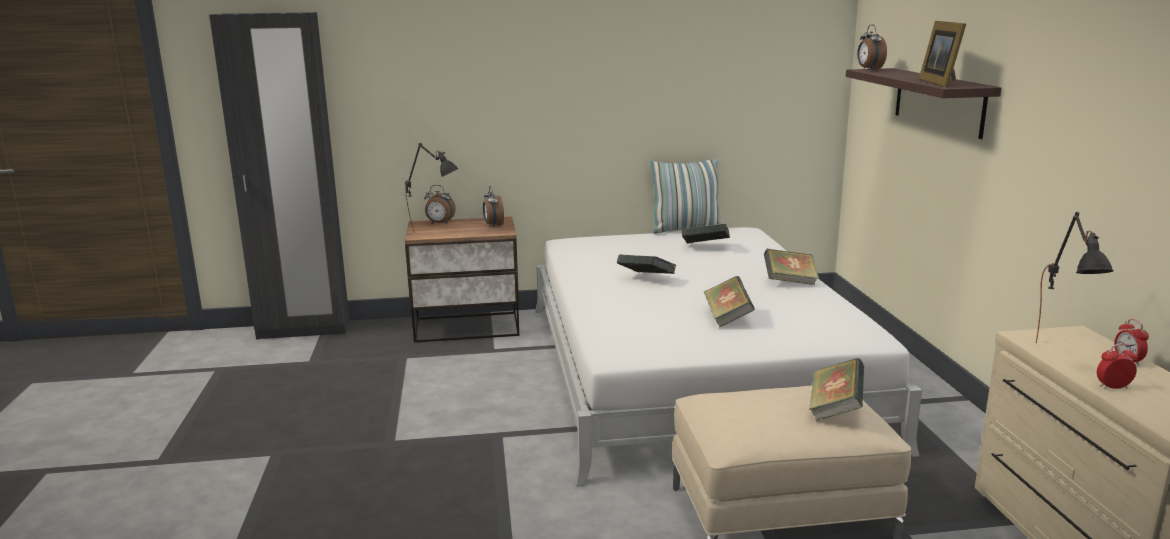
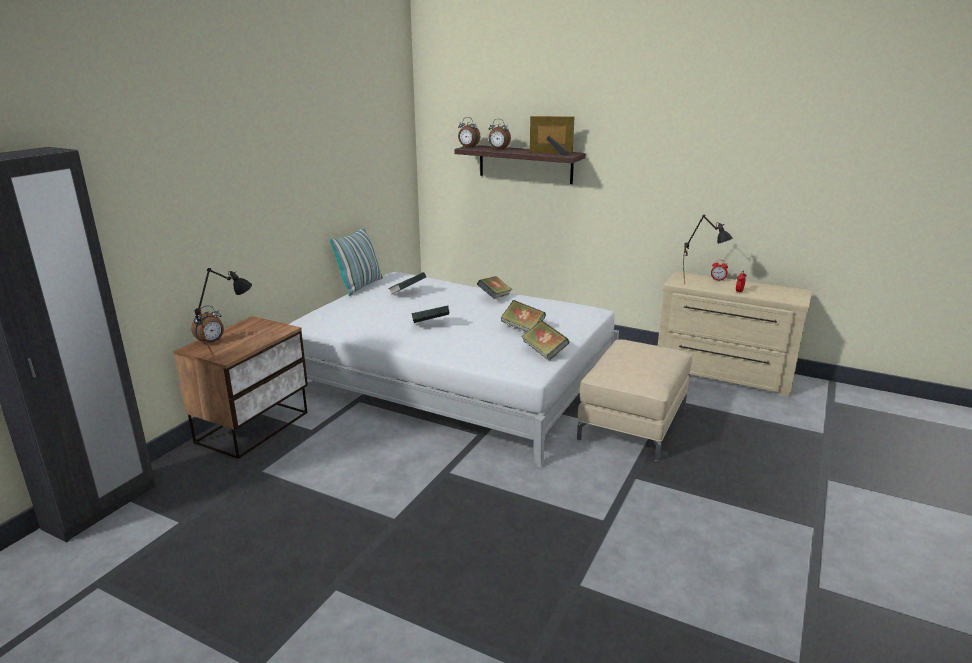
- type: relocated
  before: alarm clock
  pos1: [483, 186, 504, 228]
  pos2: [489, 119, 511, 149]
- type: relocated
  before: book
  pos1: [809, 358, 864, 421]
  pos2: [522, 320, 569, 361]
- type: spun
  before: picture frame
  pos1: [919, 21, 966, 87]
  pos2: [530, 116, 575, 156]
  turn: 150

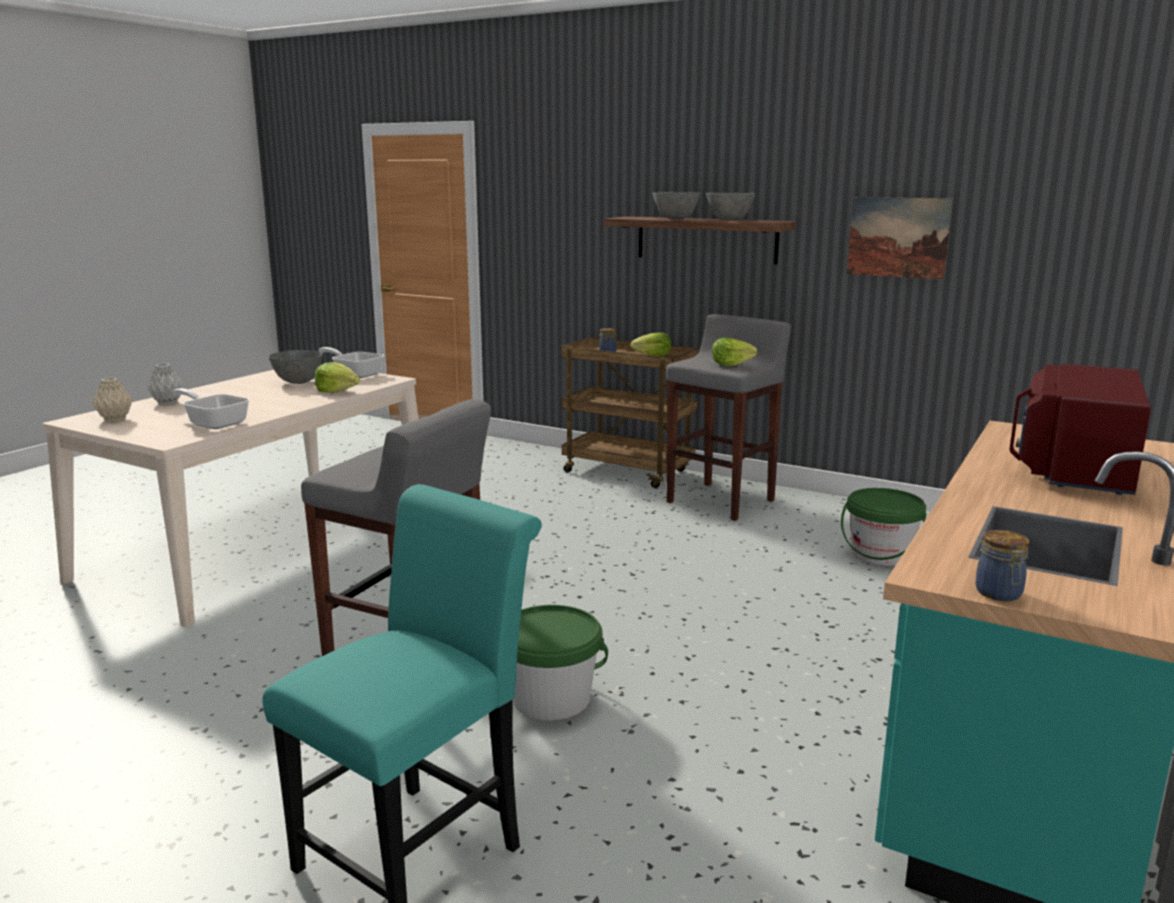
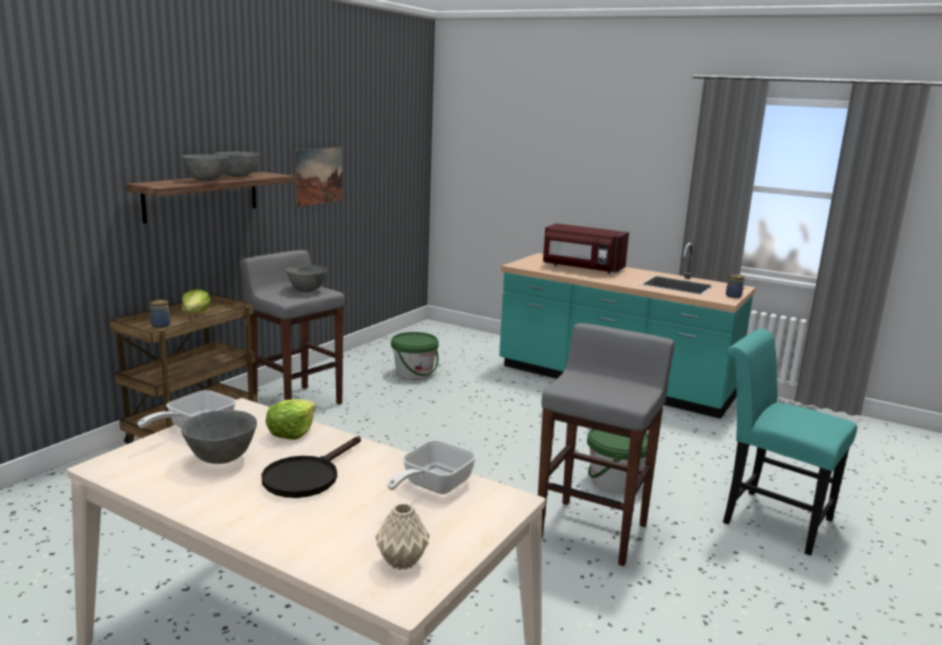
- type: appeared
  after: black frying pan
  pos2: [262, 436, 361, 498]
- type: exchanged
  before: lettuce
  after: grey bowl
  pos1: [712, 338, 758, 366]
  pos2: [286, 265, 328, 292]
- type: missing
  before: grey vase
  pos1: [147, 364, 184, 405]

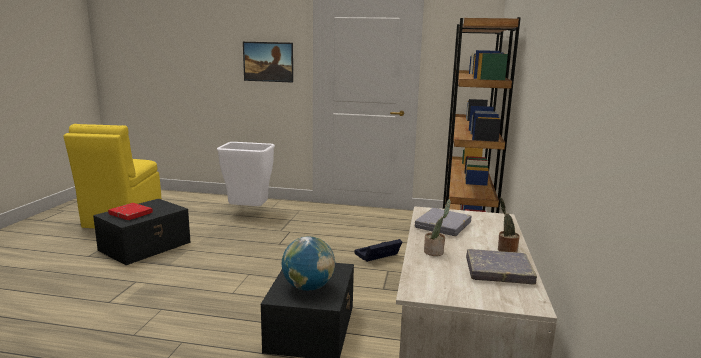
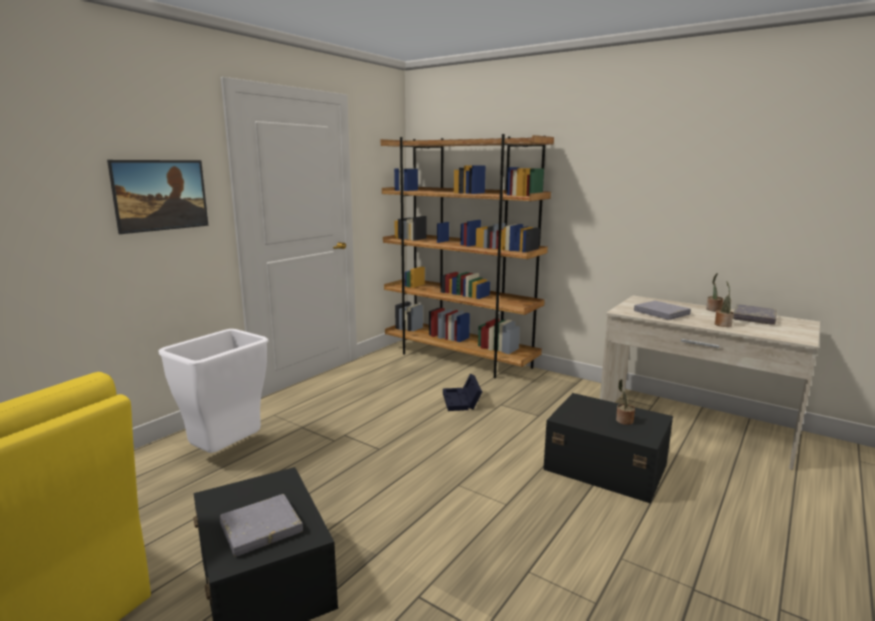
- type: colour
  before: red book
  after: grey book
  pos1: [108, 203, 153, 220]
  pos2: [220, 494, 303, 556]
- type: exchanged
  before: globe
  after: potted plant
  pos1: [281, 236, 335, 291]
  pos2: [616, 379, 635, 425]

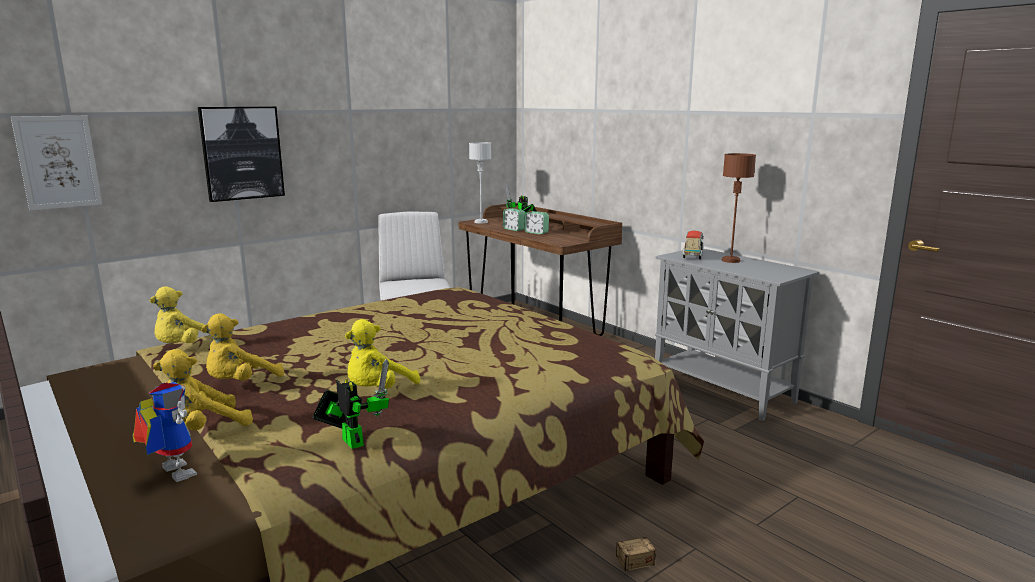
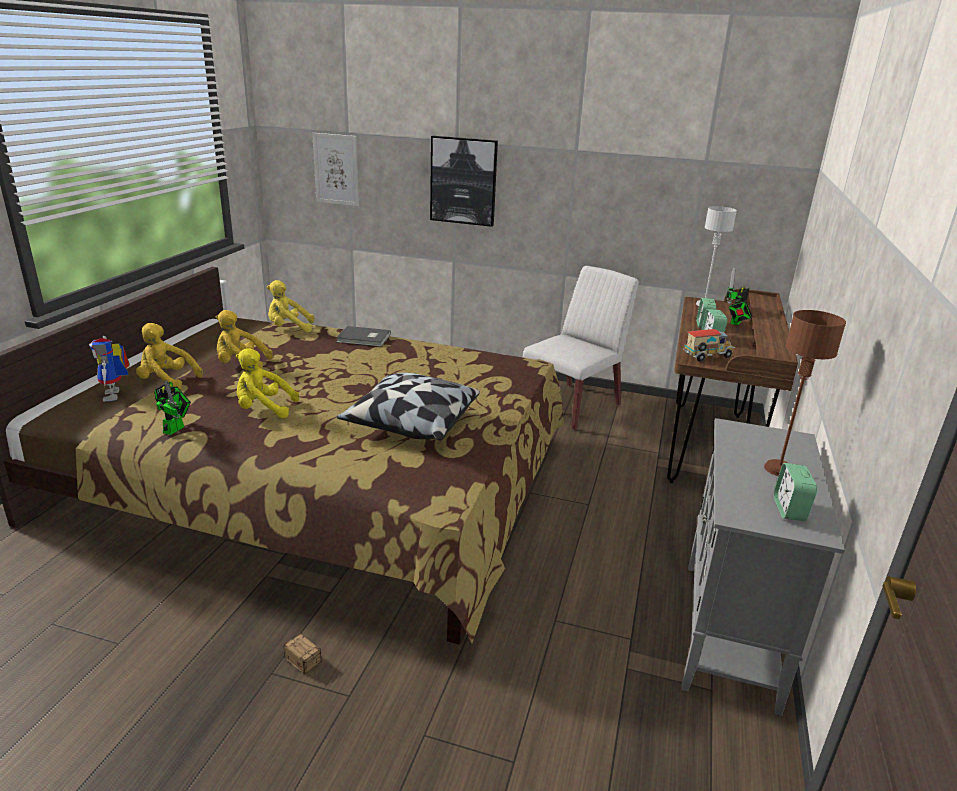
- type: spun
  before: toy robot
  pos1: [133, 382, 197, 482]
  pos2: [89, 336, 130, 402]
  turn: 150
- type: appeared
  after: grey book
  pos2: [336, 326, 391, 347]
- type: appeared
  after: pillow
  pos2: [337, 373, 480, 441]
- type: relocated
  before: toy truck
  pos1: [682, 230, 704, 259]
  pos2: [683, 329, 735, 362]
- type: appeared
  after: alarm clock
  pos2: [774, 463, 817, 521]

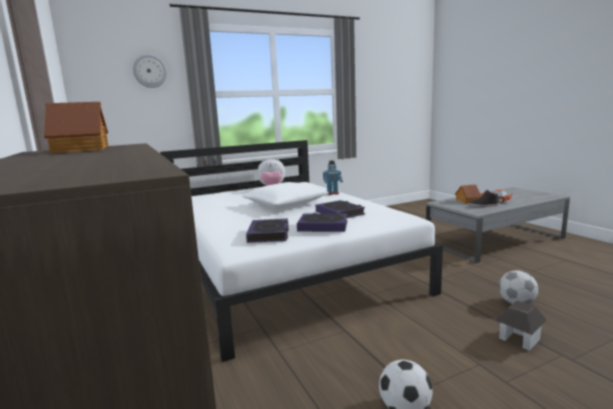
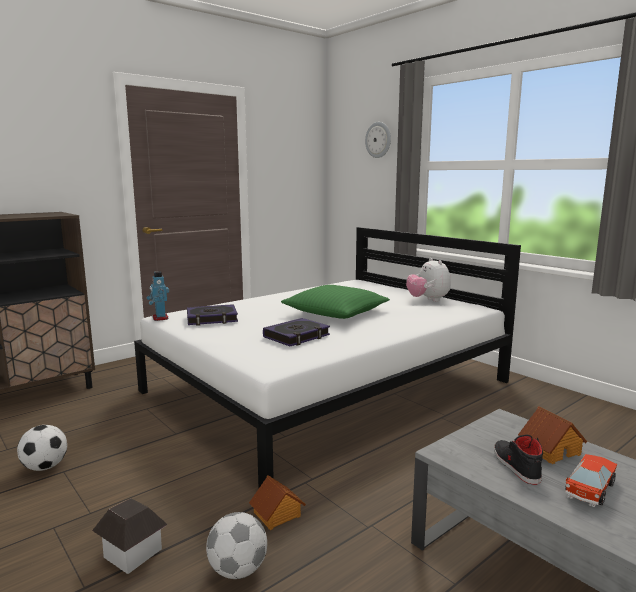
- type: relocated
  before: toy robot
  pos1: [323, 160, 343, 195]
  pos2: [146, 271, 169, 321]
- type: relocated
  before: toy house
  pos1: [44, 102, 109, 154]
  pos2: [249, 475, 306, 530]
- type: colour
  before: white pillow
  after: green pillow
  pos1: [242, 182, 329, 208]
  pos2: [281, 285, 390, 319]
- type: missing
  before: book
  pos1: [297, 213, 347, 232]

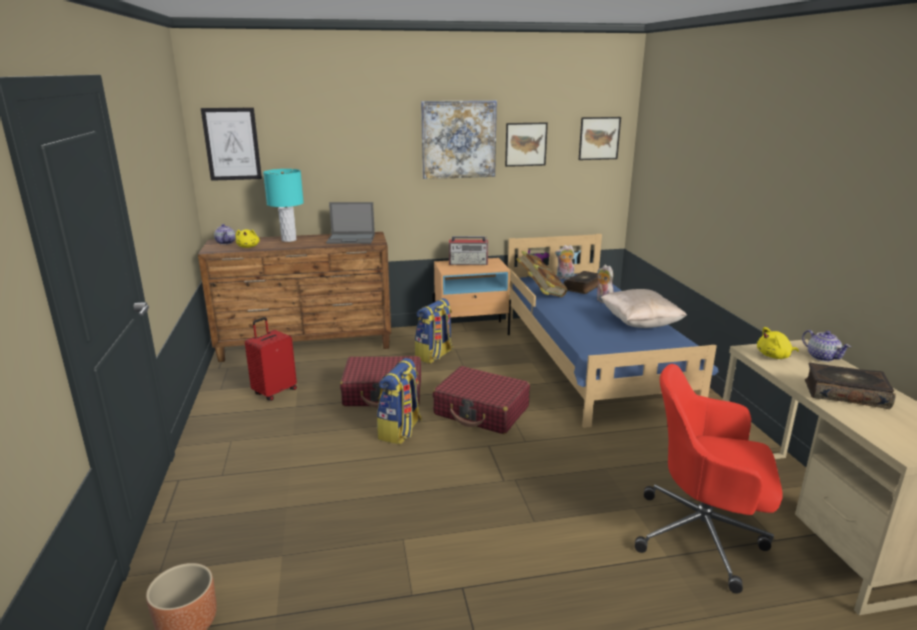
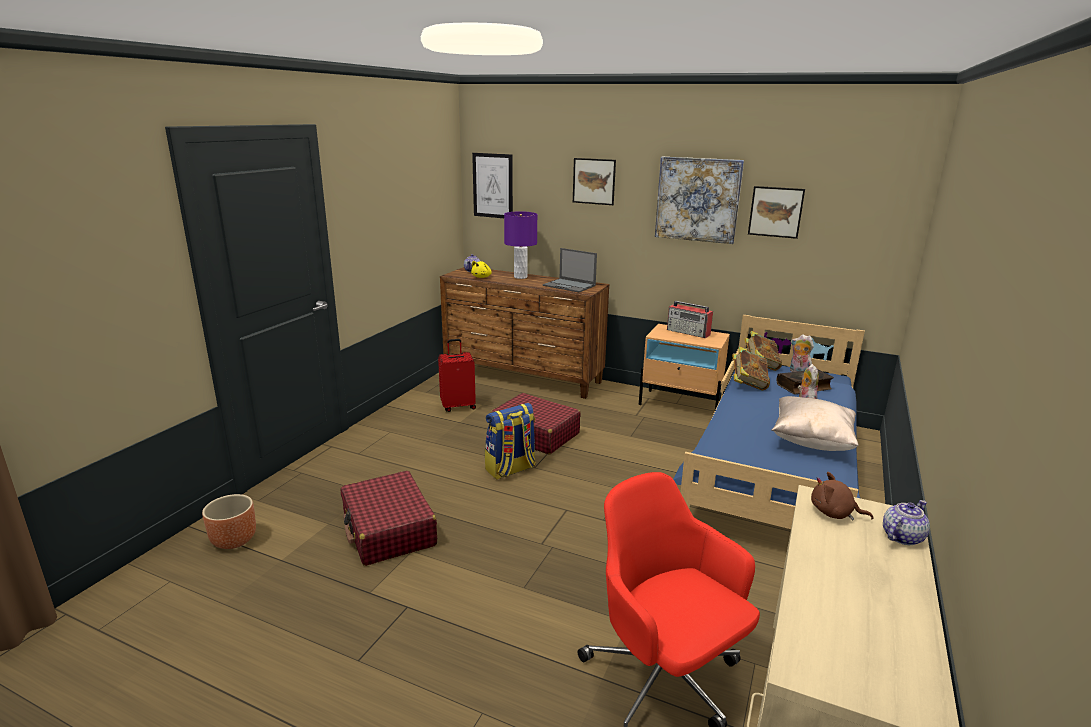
- type: relocated
  before: red suitcase
  pos1: [432, 366, 530, 434]
  pos2: [341, 471, 437, 566]
- type: colour
  before: turquoise table lamp
  after: purple table lamp
  pos1: [263, 169, 304, 242]
  pos2: [504, 211, 537, 279]
- type: relocated
  before: picture
  pos1: [579, 117, 621, 160]
  pos2: [573, 158, 616, 205]
- type: colour
  before: yellow plush toy
  after: brown plush toy
  pos1: [757, 327, 799, 359]
  pos2: [811, 472, 873, 521]
- type: spun
  before: teapot
  pos1: [802, 330, 851, 362]
  pos2: [883, 500, 930, 545]
  turn: -135
- type: missing
  before: backpack
  pos1: [415, 298, 454, 364]
- type: missing
  before: book
  pos1: [805, 363, 896, 409]

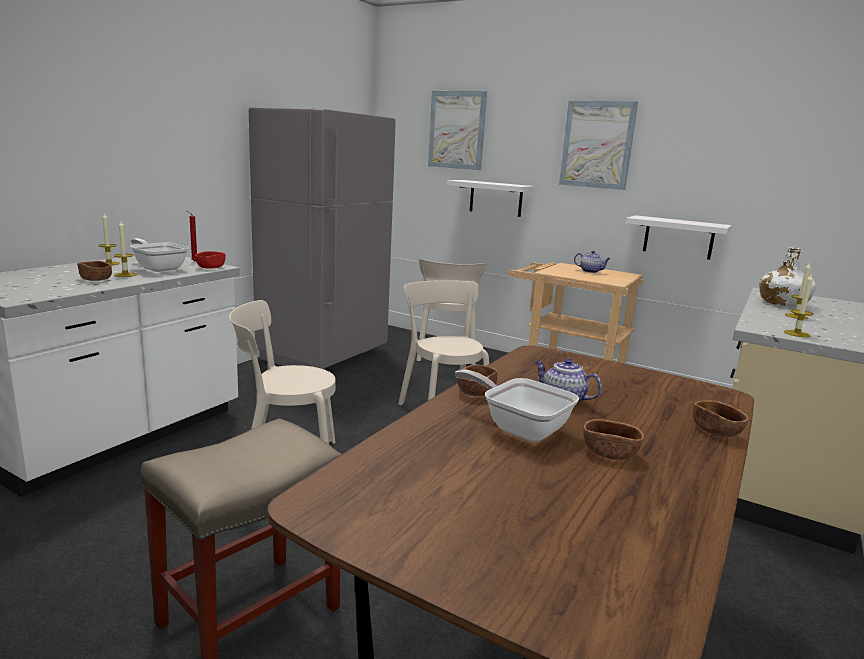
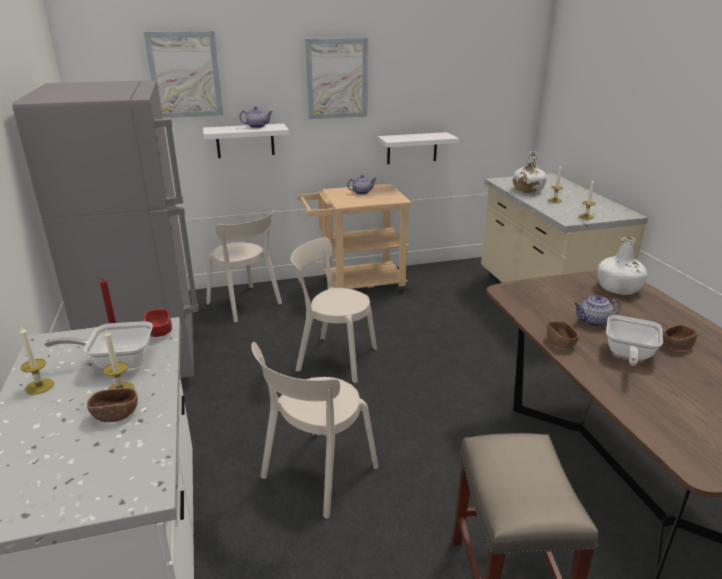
- type: appeared
  after: teapot
  pos2: [239, 107, 273, 128]
- type: appeared
  after: white bottle
  pos2: [597, 237, 647, 295]
- type: spun
  before: frying pan
  pos1: [455, 369, 579, 442]
  pos2: [606, 315, 663, 366]
  turn: -60
- type: missing
  before: brown bowl
  pos1: [693, 400, 749, 437]

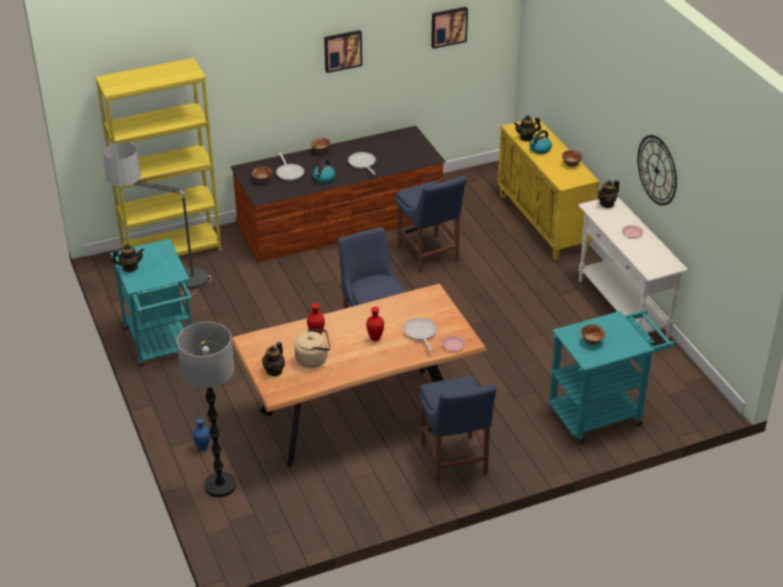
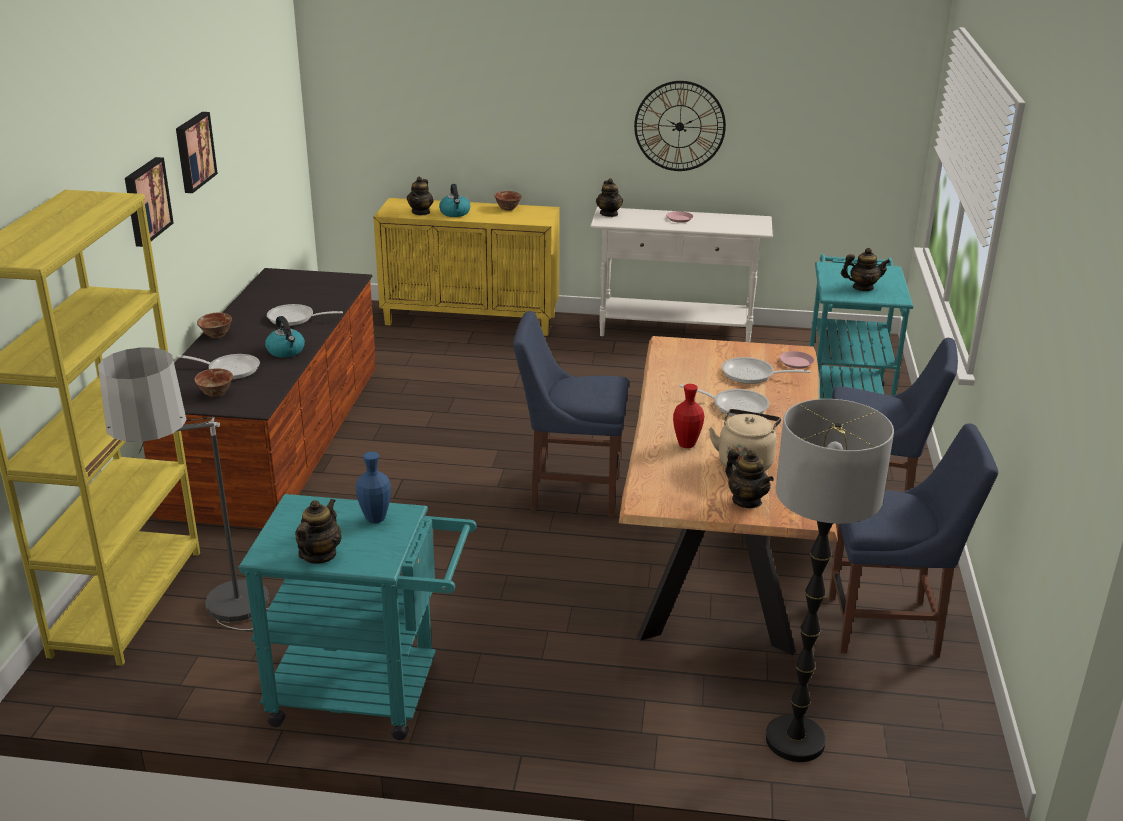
- type: relocated
  before: picture
  pos1: [431, 7, 468, 49]
  pos2: [125, 157, 174, 247]
- type: relocated
  before: blue vase
  pos1: [193, 418, 211, 451]
  pos2: [356, 452, 391, 524]
- type: exchanged
  before: red vase
  after: frying pan
  pos1: [366, 307, 384, 341]
  pos2: [679, 384, 769, 416]
- type: relocated
  before: blue chair
  pos1: [395, 176, 466, 272]
  pos2: [828, 423, 998, 658]
- type: exchanged
  before: bowl
  after: teapot
  pos1: [581, 324, 605, 345]
  pos2: [841, 248, 890, 291]

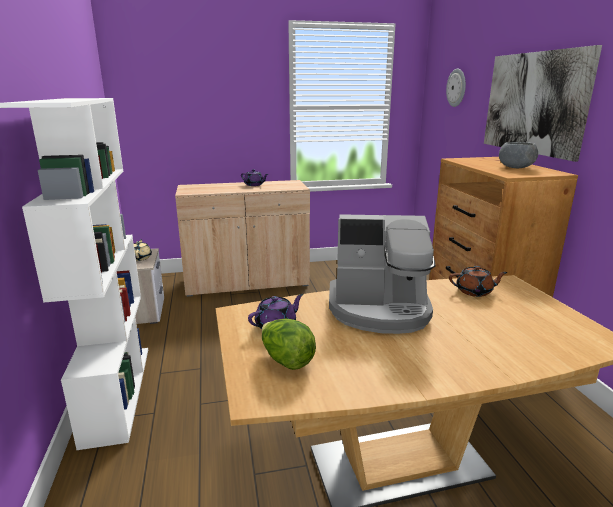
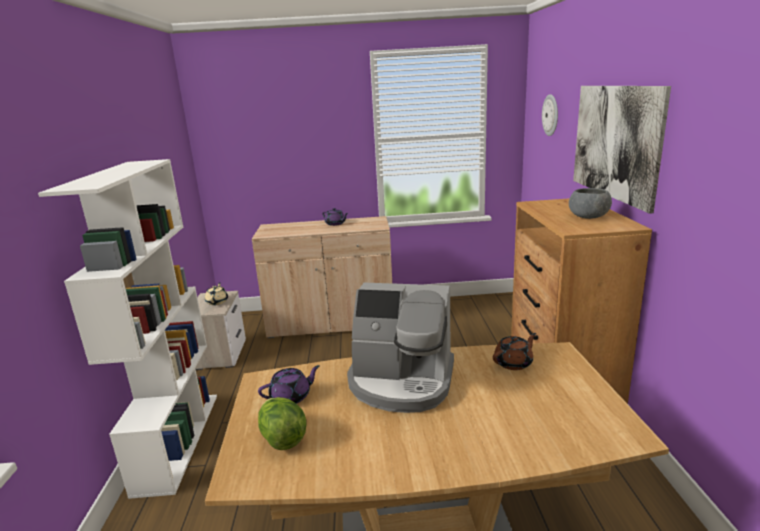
- type: spun
  before: brown teapot
  pos1: [449, 266, 508, 297]
  pos2: [493, 333, 536, 370]
  turn: -45

